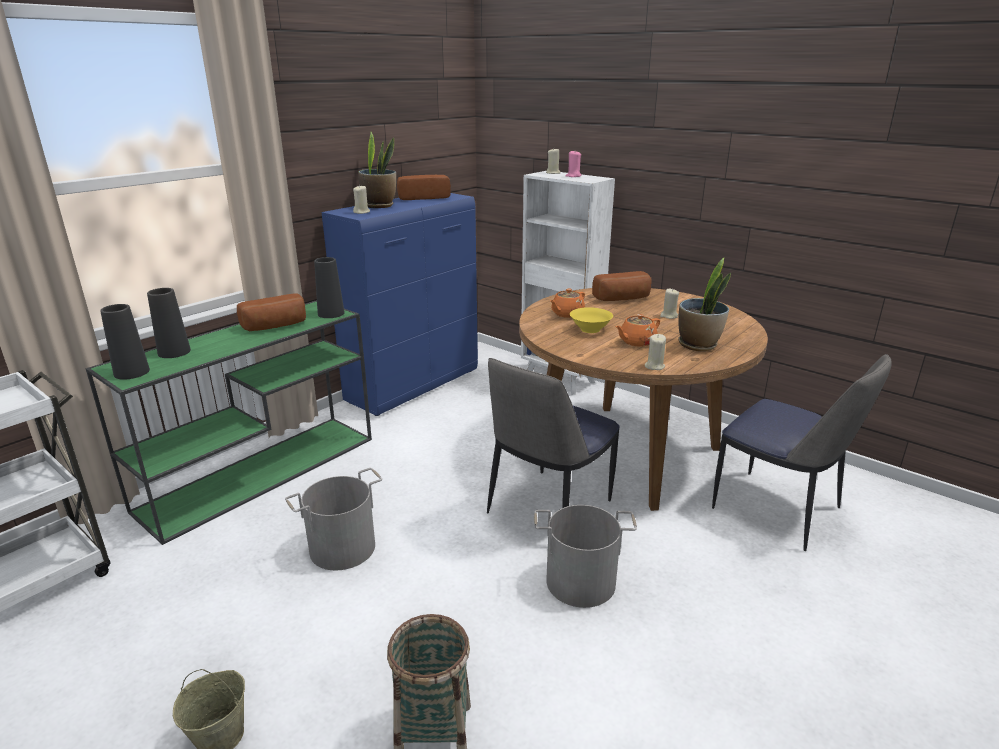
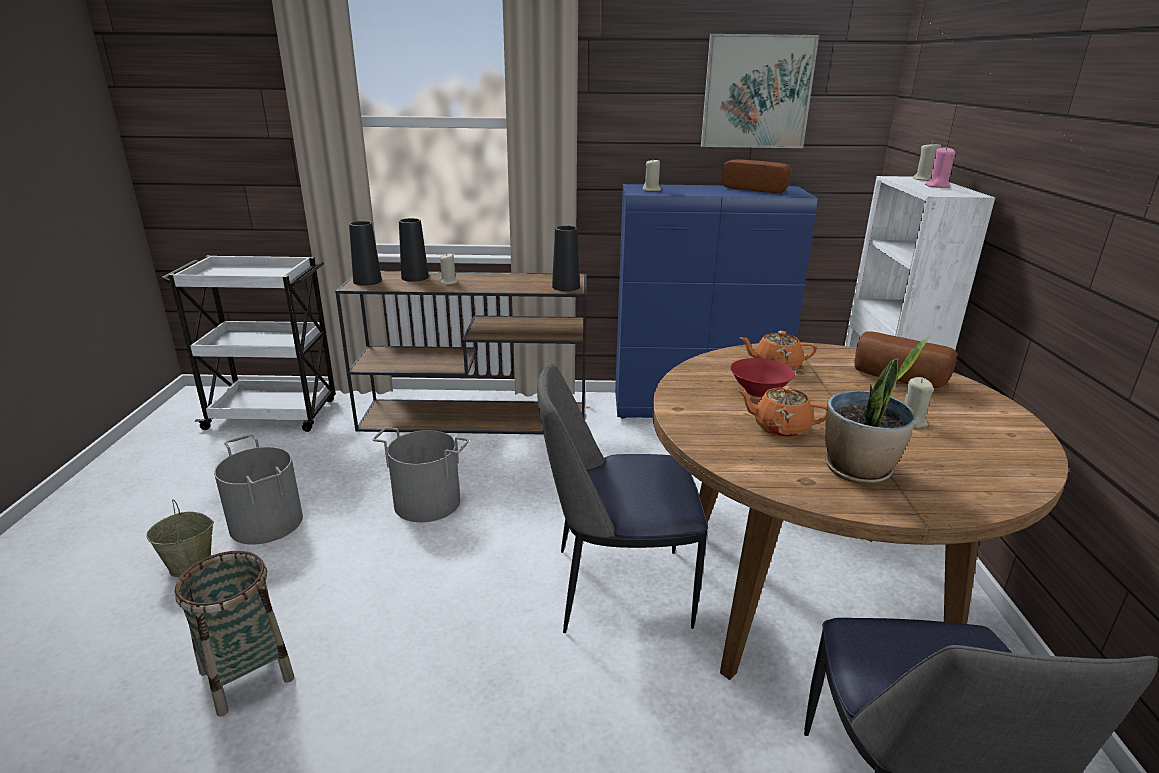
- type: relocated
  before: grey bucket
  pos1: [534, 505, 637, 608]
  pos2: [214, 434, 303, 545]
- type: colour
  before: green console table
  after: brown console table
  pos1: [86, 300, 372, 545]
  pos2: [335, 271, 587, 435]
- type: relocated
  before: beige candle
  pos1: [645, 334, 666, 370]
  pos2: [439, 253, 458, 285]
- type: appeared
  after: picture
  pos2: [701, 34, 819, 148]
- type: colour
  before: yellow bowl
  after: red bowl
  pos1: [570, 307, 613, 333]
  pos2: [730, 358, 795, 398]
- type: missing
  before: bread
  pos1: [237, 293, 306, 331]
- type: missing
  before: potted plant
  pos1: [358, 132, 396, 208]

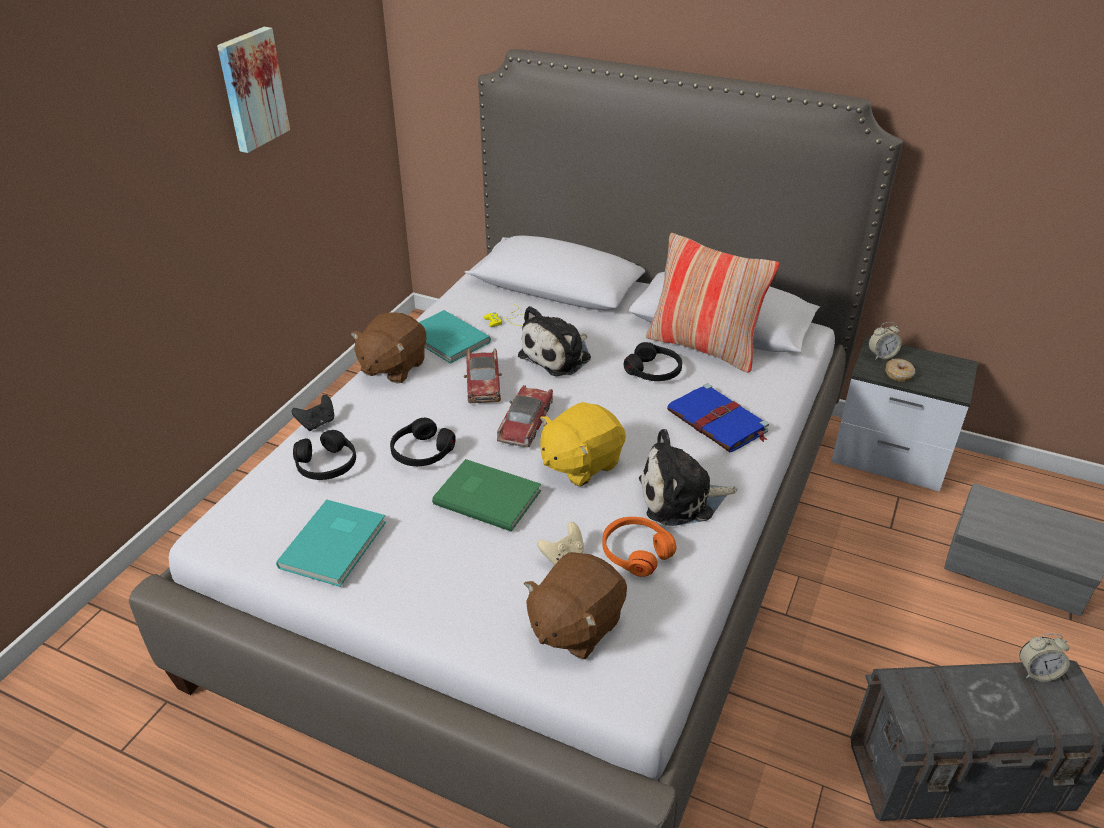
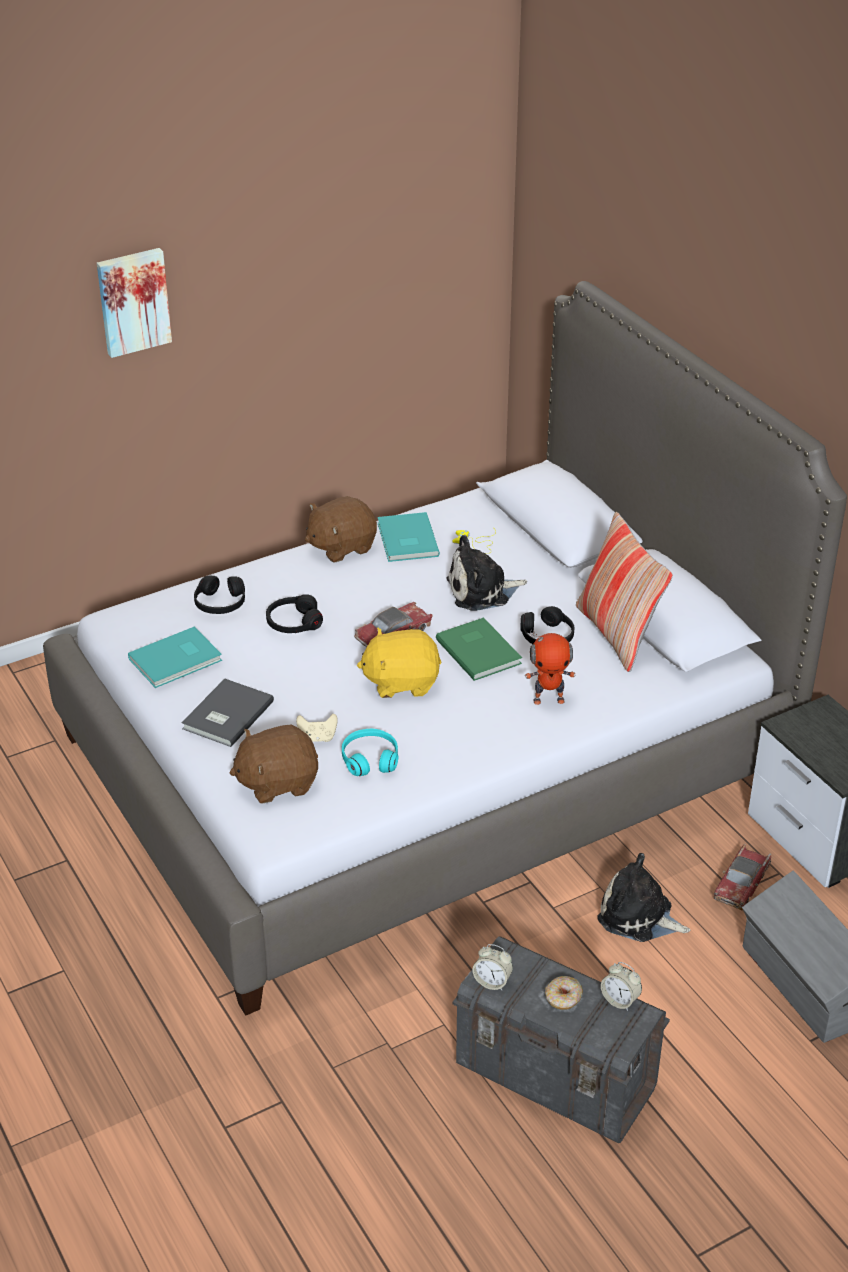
- type: relocated
  before: picture
  pos1: [217, 27, 290, 153]
  pos2: [97, 248, 172, 358]
- type: appeared
  after: grey book
  pos2: [181, 679, 274, 747]
- type: colour
  before: orange headphones
  after: turquoise headphones
  pos1: [602, 517, 676, 577]
  pos2: [342, 729, 398, 776]
- type: relocated
  before: green book
  pos1: [432, 459, 541, 532]
  pos2: [436, 617, 522, 681]
- type: relocated
  before: alarm clock
  pos1: [869, 322, 902, 360]
  pos2: [473, 944, 513, 991]
- type: exchanged
  before: blue book
  after: toy robot
  pos1: [667, 384, 769, 452]
  pos2: [525, 630, 575, 705]
- type: relocated
  before: donut
  pos1: [885, 358, 915, 382]
  pos2: [545, 976, 583, 1010]
- type: relocated
  before: plush toy
  pos1: [639, 429, 737, 526]
  pos2: [597, 853, 690, 942]
- type: relocated
  before: toy car
  pos1: [464, 348, 502, 403]
  pos2: [714, 844, 771, 910]
- type: missing
  before: black game controller
  pos1: [292, 395, 334, 431]

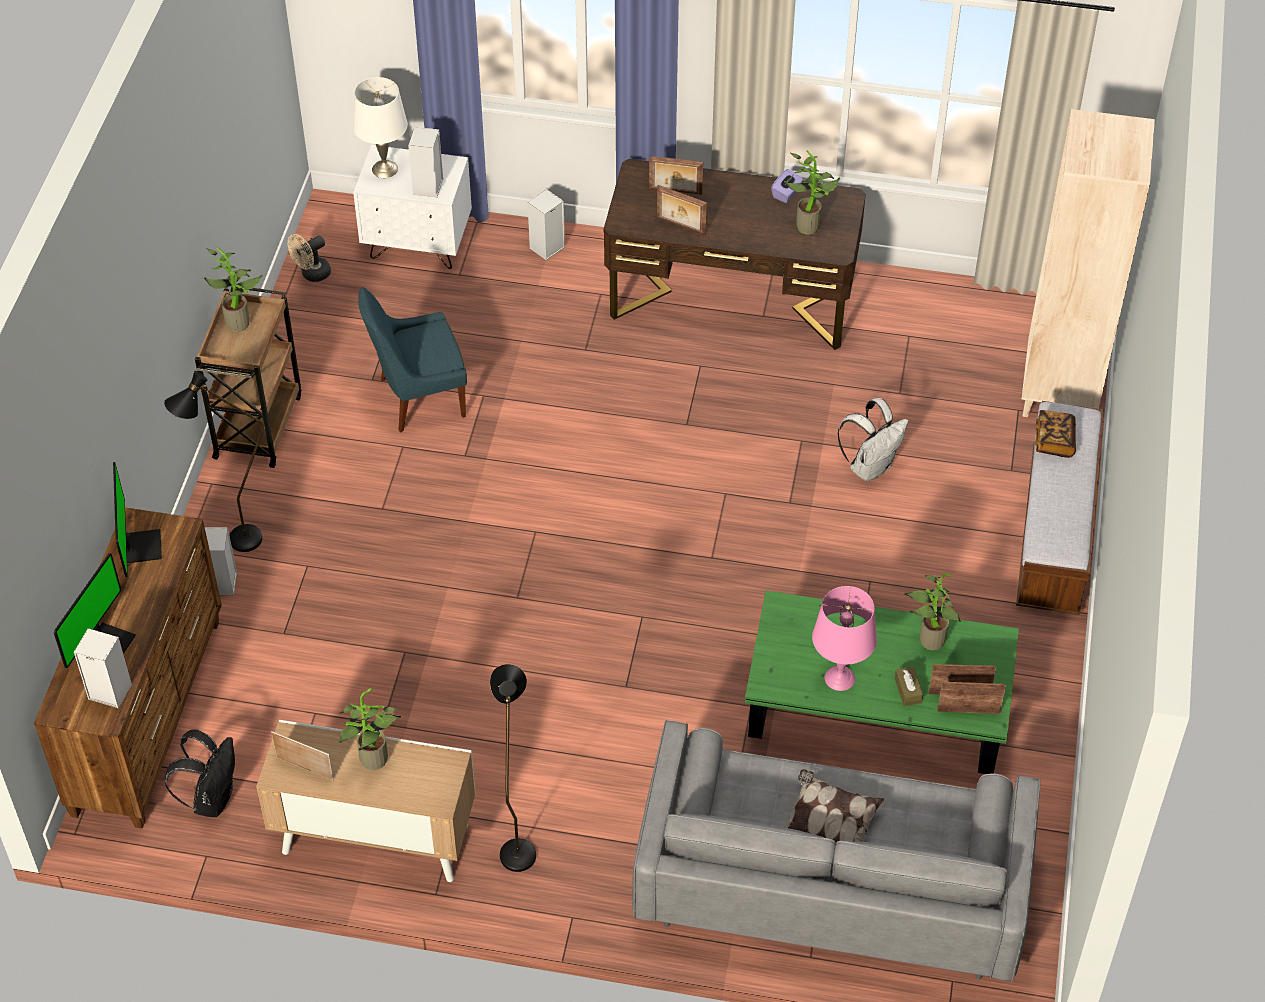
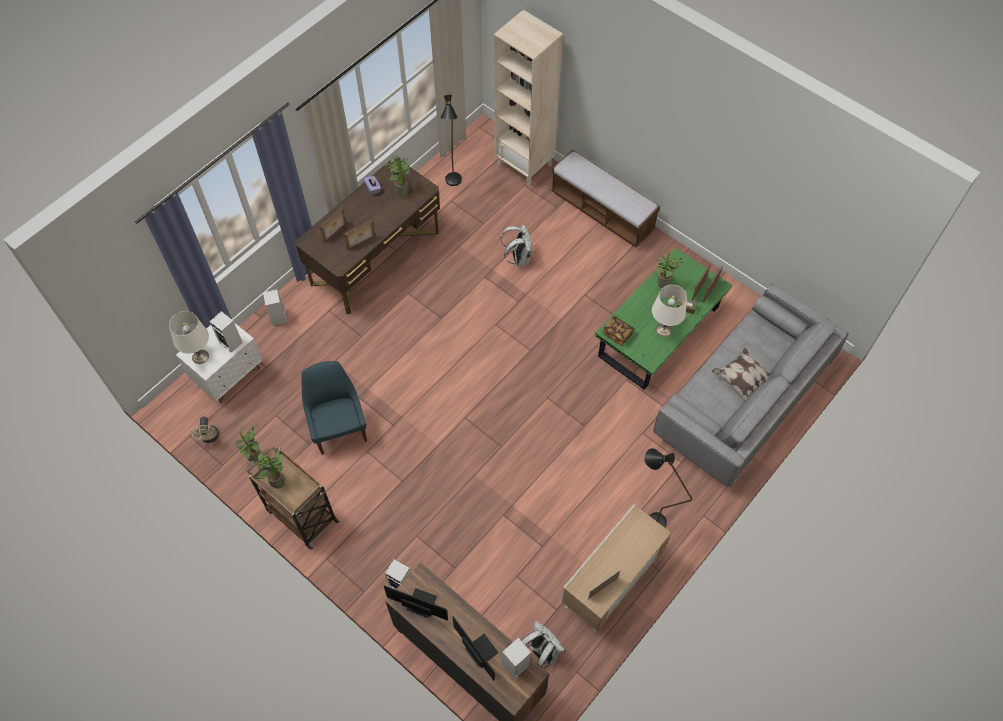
- type: relocated
  before: potted plant
  pos1: [339, 688, 401, 770]
  pos2: [235, 423, 261, 462]
- type: spun
  before: blue chair
  pos1: [358, 287, 467, 432]
  pos2: [302, 361, 367, 455]
  turn: 150
- type: relocated
  before: black floor lamp
  pos1: [164, 371, 264, 552]
  pos2: [440, 95, 462, 186]
- type: colour
  before: black backpack
  after: white backpack
  pos1: [165, 729, 235, 817]
  pos2: [522, 621, 565, 669]
- type: relocated
  before: book
  pos1: [1035, 410, 1076, 458]
  pos2: [602, 316, 635, 345]
- type: colour
  before: pink table lamp
  after: white table lamp
  pos1: [812, 586, 877, 691]
  pos2: [652, 285, 687, 337]

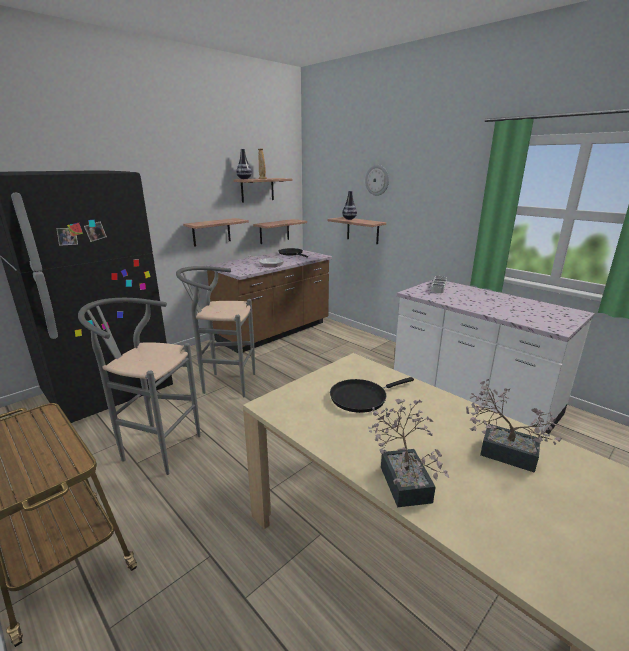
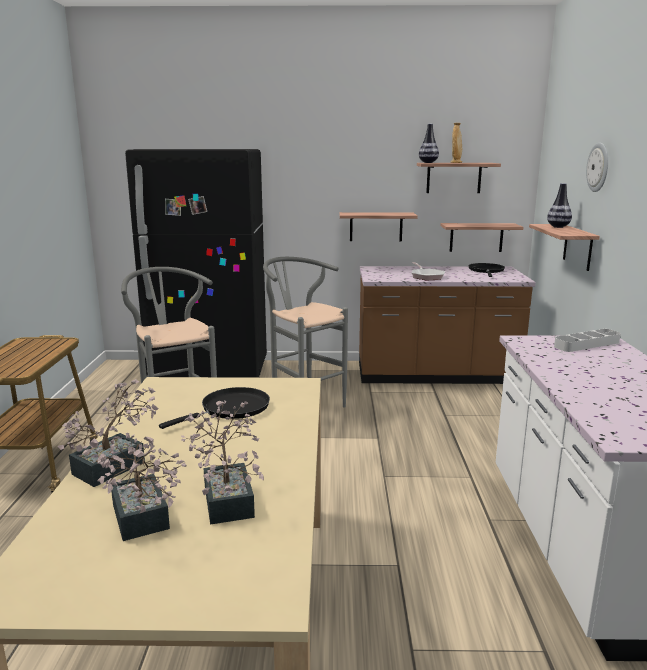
- type: appeared
  after: potted plant
  pos2: [97, 433, 186, 541]
- type: spun
  before: black frying pan
  pos1: [330, 377, 414, 413]
  pos2: [159, 387, 270, 429]
  turn: 120

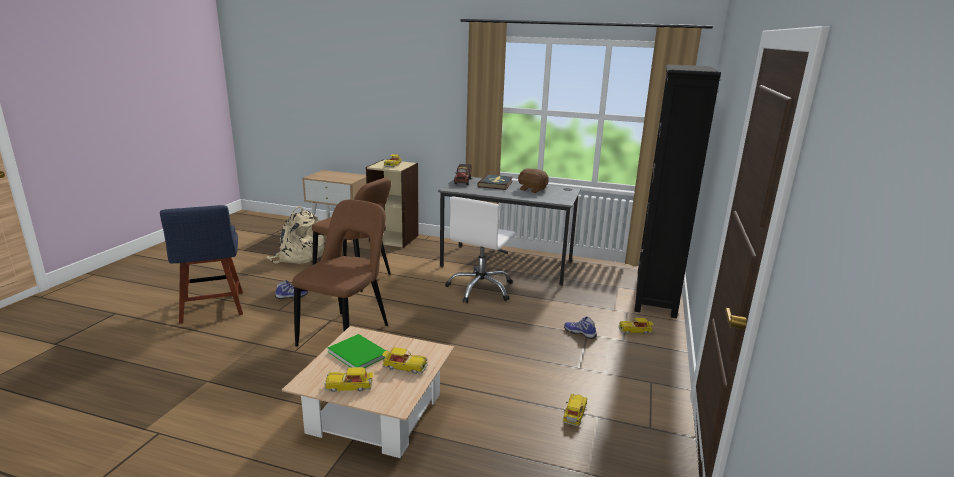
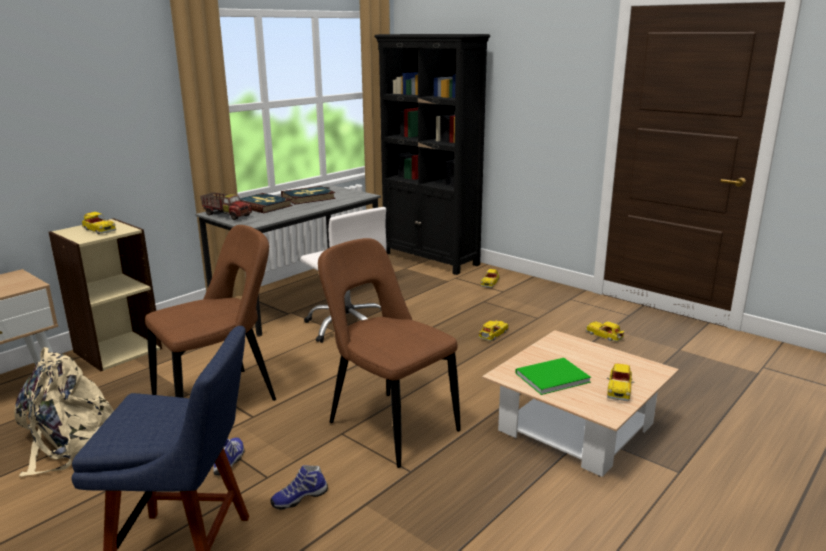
- type: relocated
  before: shoe
  pos1: [564, 316, 597, 339]
  pos2: [270, 465, 328, 510]
- type: exchanged
  before: brown plush toy
  after: book
  pos1: [518, 168, 549, 193]
  pos2: [281, 186, 336, 205]
- type: relocated
  before: toy car
  pos1: [382, 347, 427, 374]
  pos2: [479, 320, 509, 341]

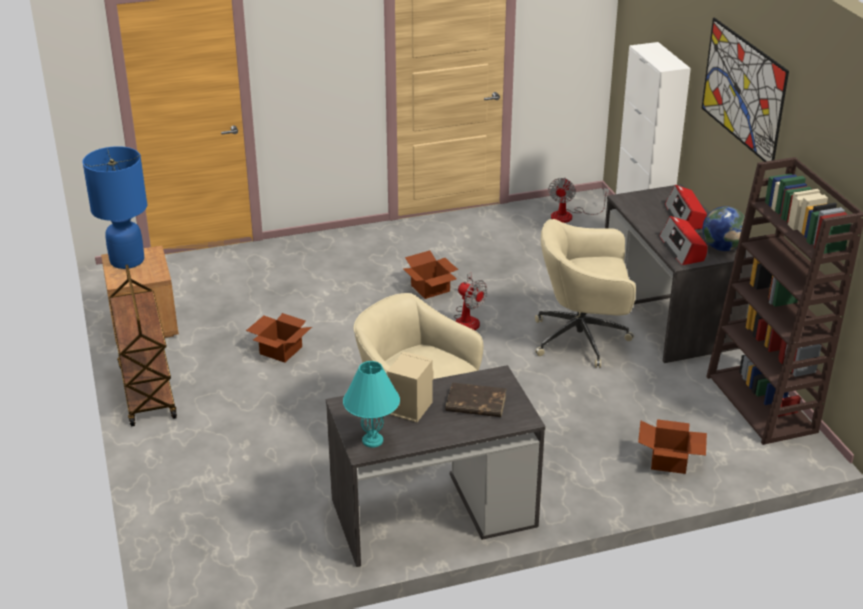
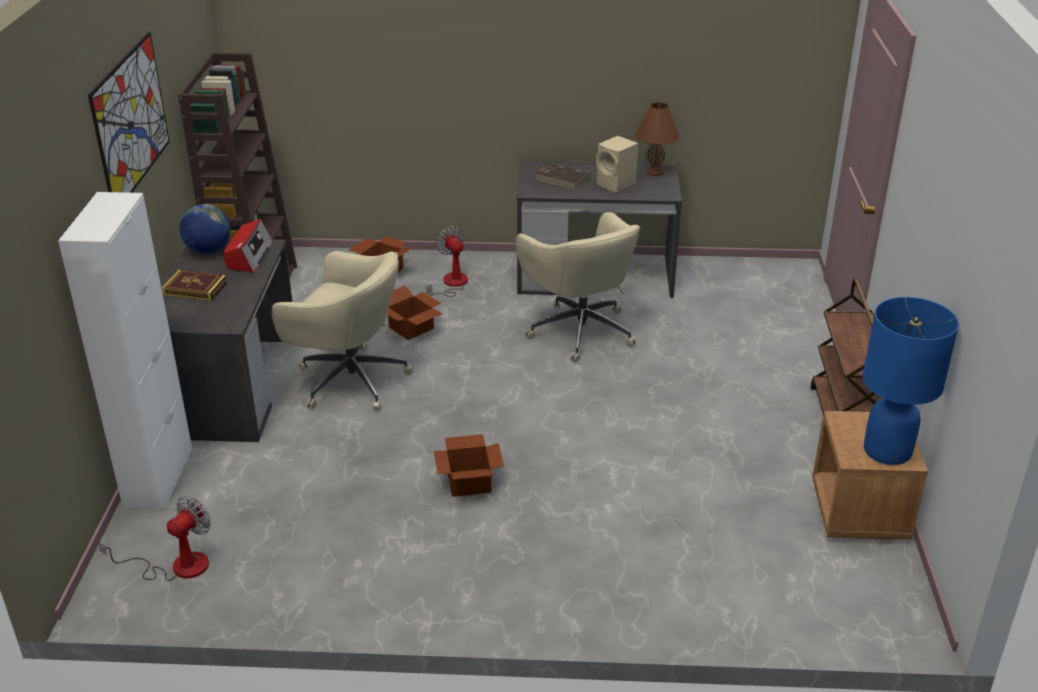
- type: exchanged
  before: radio
  after: book
  pos1: [665, 185, 707, 230]
  pos2: [162, 270, 227, 301]
- type: relocated
  before: cardboard box
  pos1: [246, 313, 312, 363]
  pos2: [387, 286, 443, 340]
- type: relocated
  before: fan
  pos1: [454, 272, 487, 330]
  pos2: [426, 226, 468, 297]
- type: colour
  before: turquoise table lamp
  after: brown table lamp
  pos1: [343, 361, 400, 448]
  pos2: [635, 102, 680, 176]

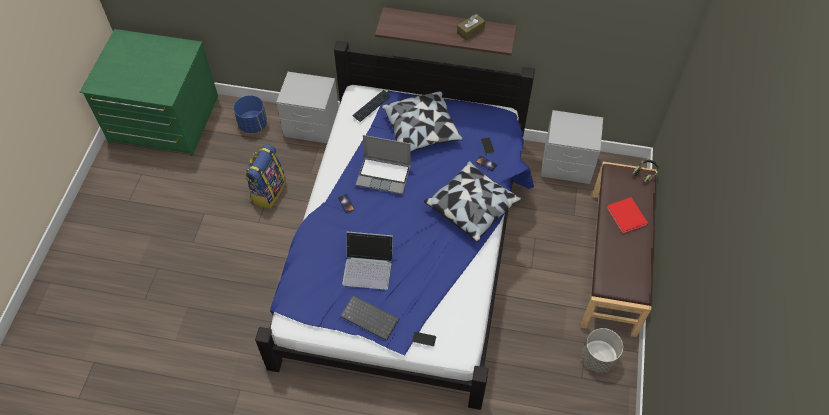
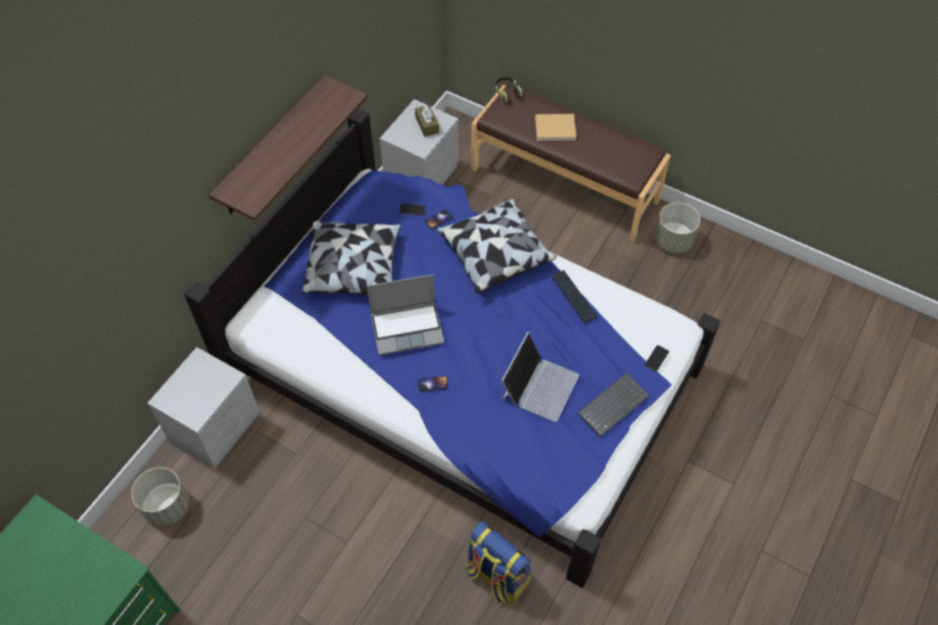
- type: colour
  before: blue planter
  after: grey planter
  pos1: [233, 95, 267, 133]
  pos2: [131, 467, 189, 526]
- type: spun
  before: laptop
  pos1: [356, 135, 411, 195]
  pos2: [367, 274, 444, 355]
  turn: 45
- type: relocated
  before: brown tissue box
  pos1: [457, 14, 485, 41]
  pos2: [415, 105, 439, 137]
- type: relocated
  before: backpack
  pos1: [245, 144, 286, 209]
  pos2: [466, 521, 531, 605]
- type: colour
  before: red book
  after: beige book
  pos1: [606, 197, 648, 234]
  pos2: [535, 114, 576, 141]
- type: relocated
  before: keyboard
  pos1: [352, 90, 391, 122]
  pos2: [551, 270, 598, 323]

